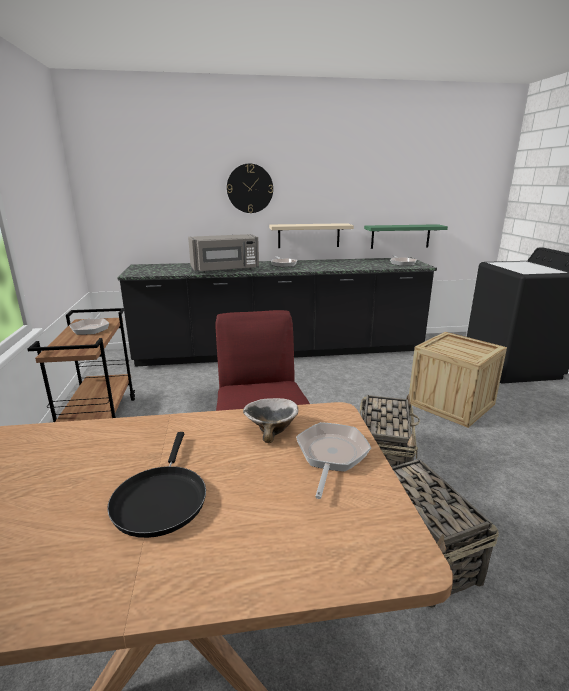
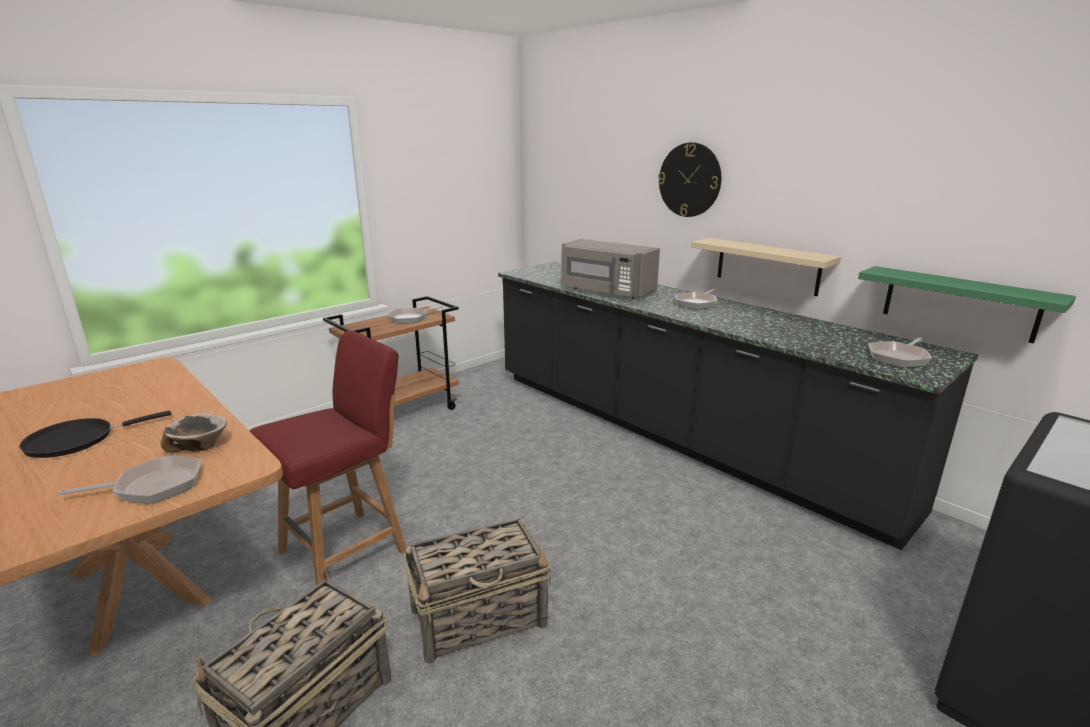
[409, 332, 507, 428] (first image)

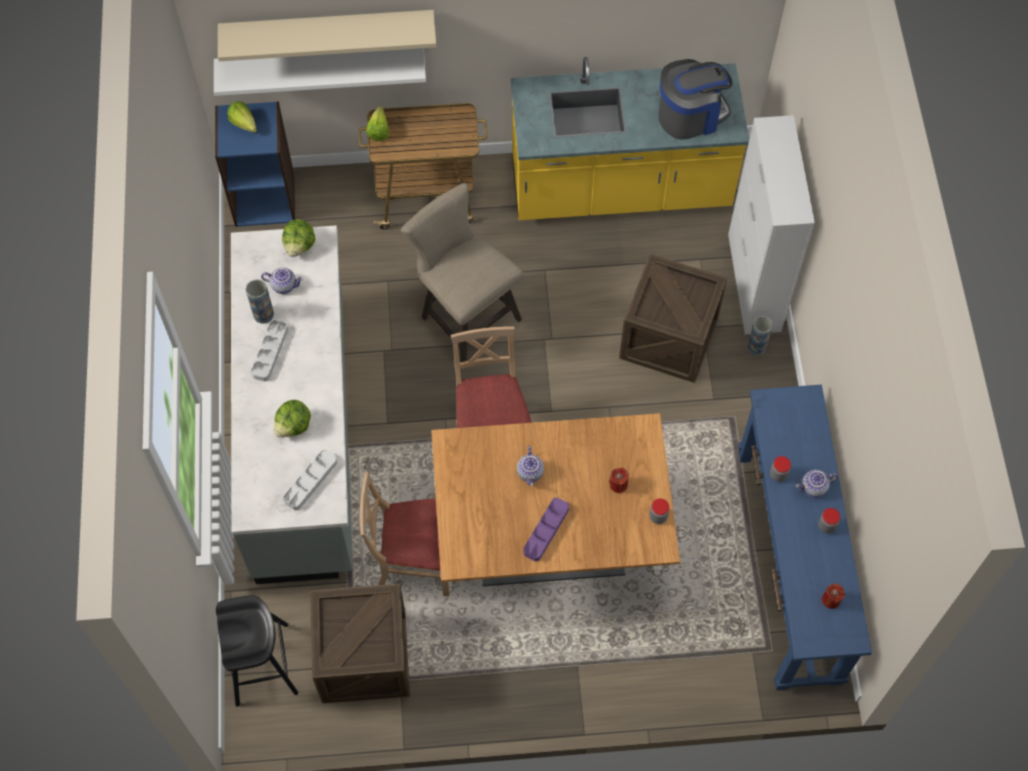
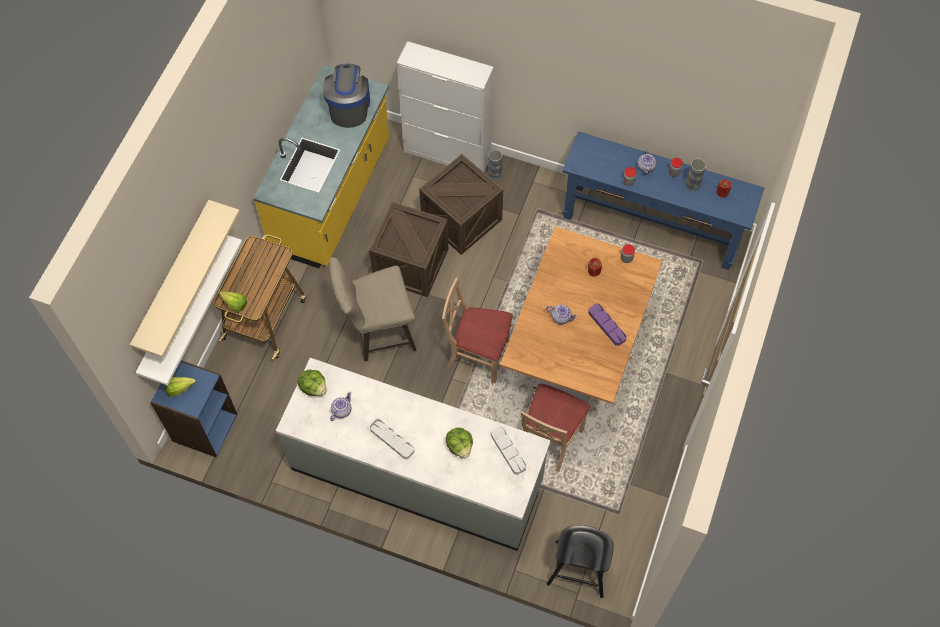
[685, 159, 706, 191]
[369, 202, 448, 297]

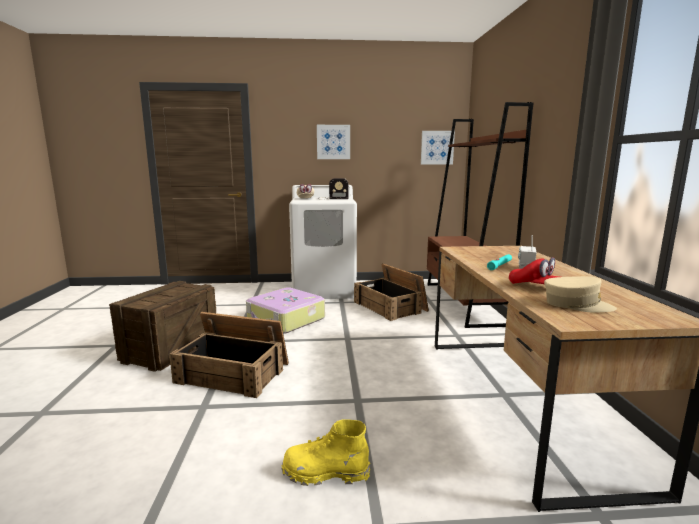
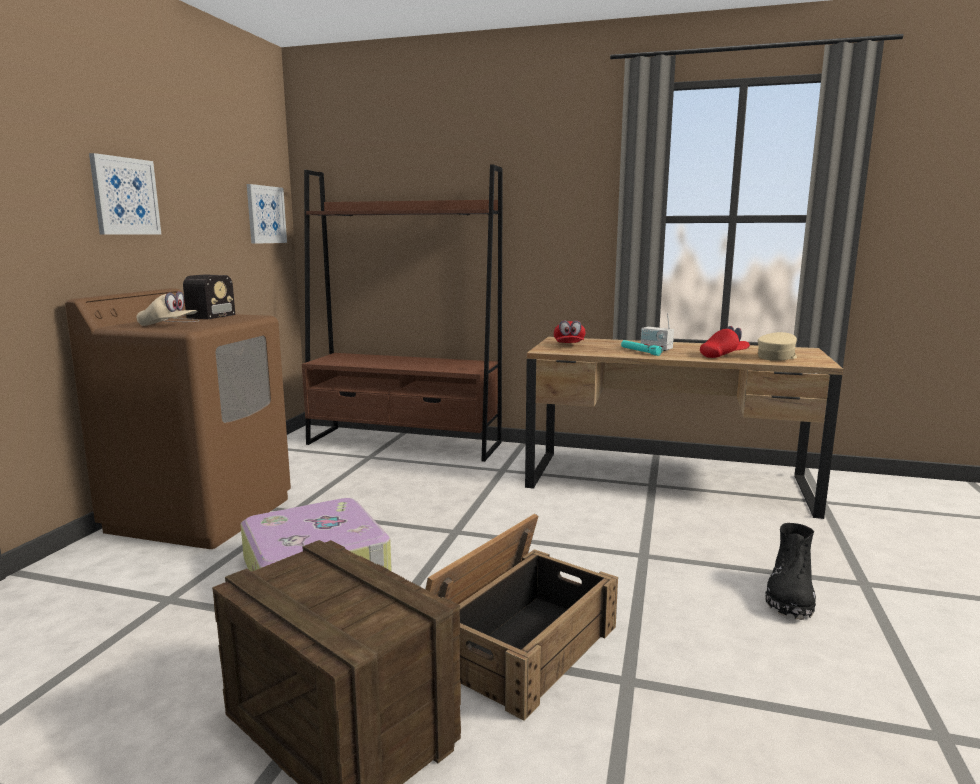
[765, 523, 816, 620]
[65, 288, 291, 549]
[354, 264, 429, 321] (first image)
[554, 320, 585, 343]

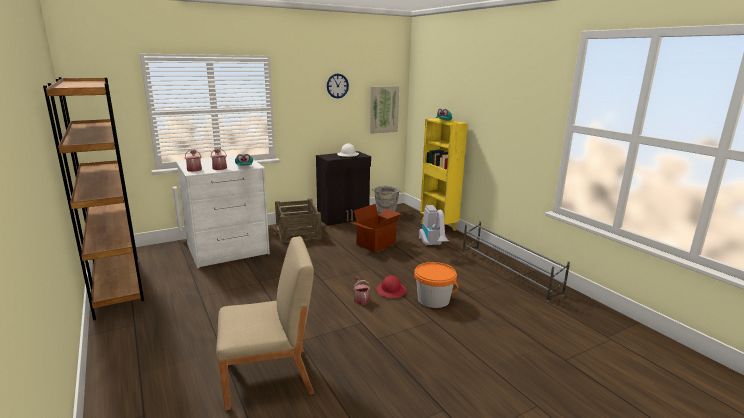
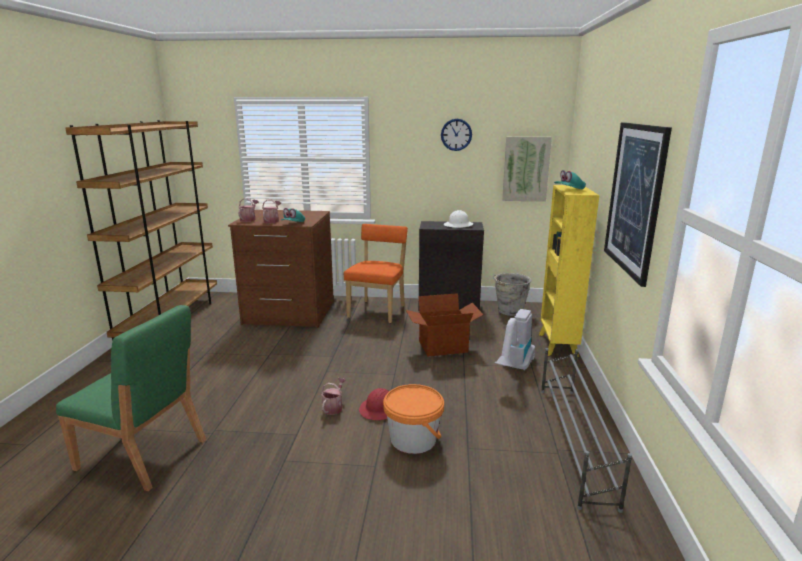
[228, 210, 334, 328]
[56, 305, 206, 491]
[344, 224, 408, 323]
[604, 122, 672, 287]

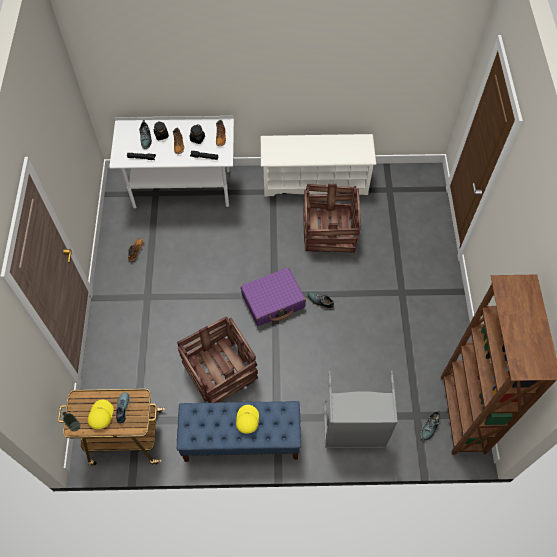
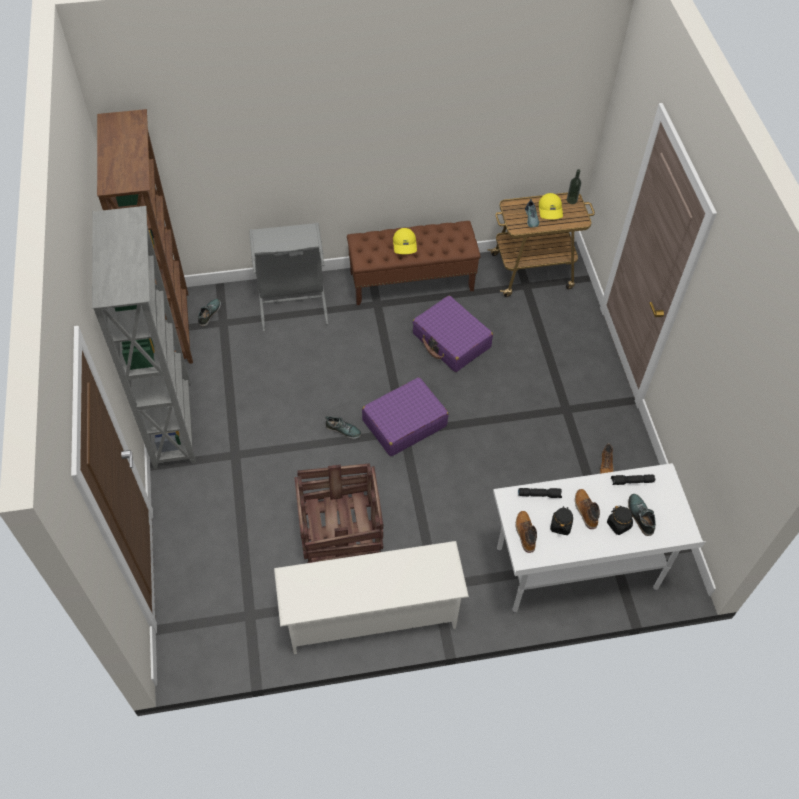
[413, 295, 493, 372]
[347, 221, 480, 305]
[92, 206, 196, 469]

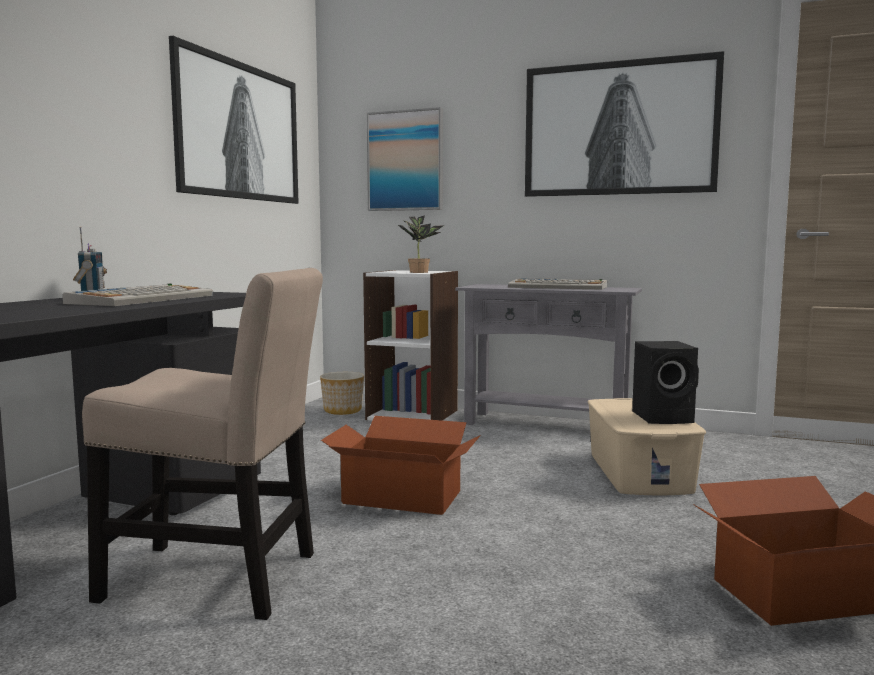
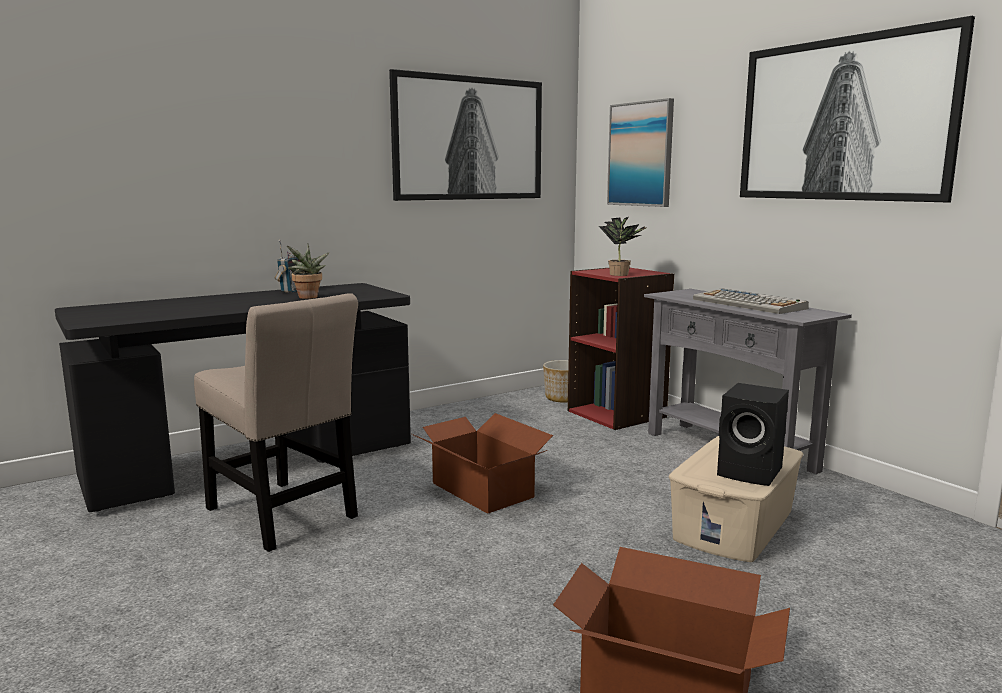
[287, 244, 329, 299]
[568, 268, 674, 430]

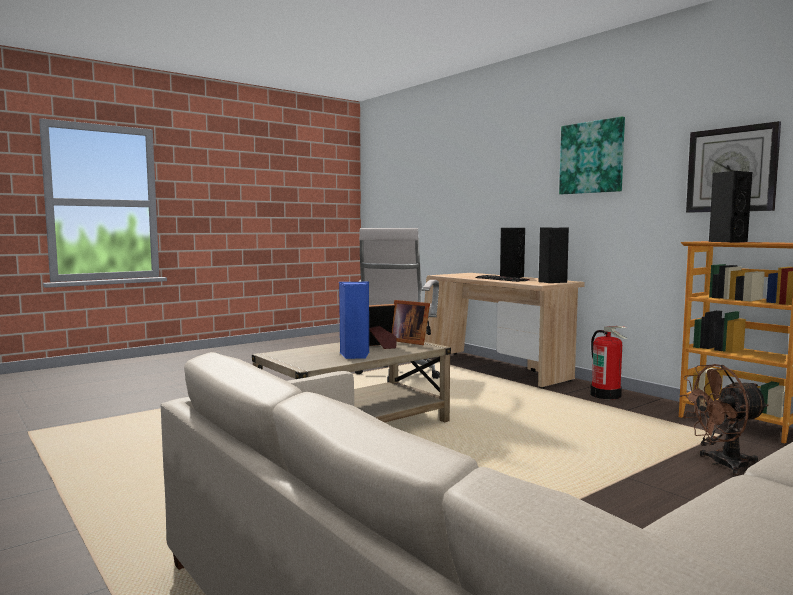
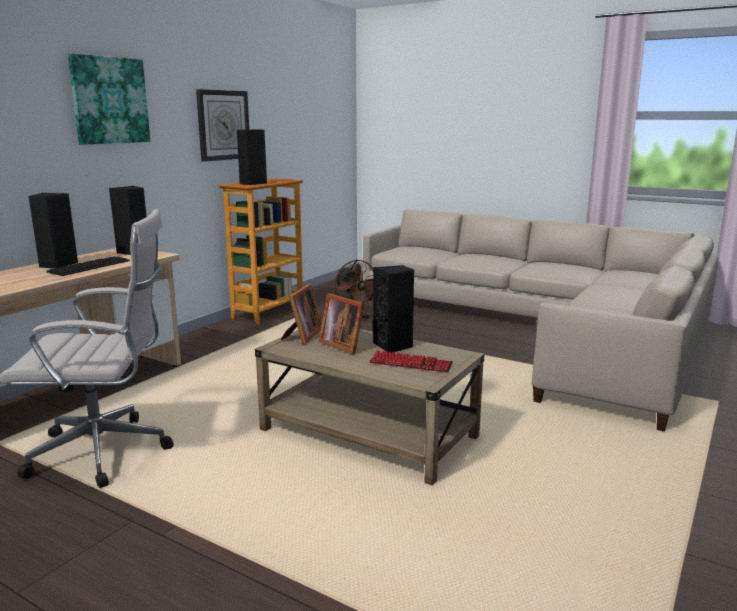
[373, 265, 414, 353]
[590, 326, 628, 400] (first image)
[369, 350, 453, 373]

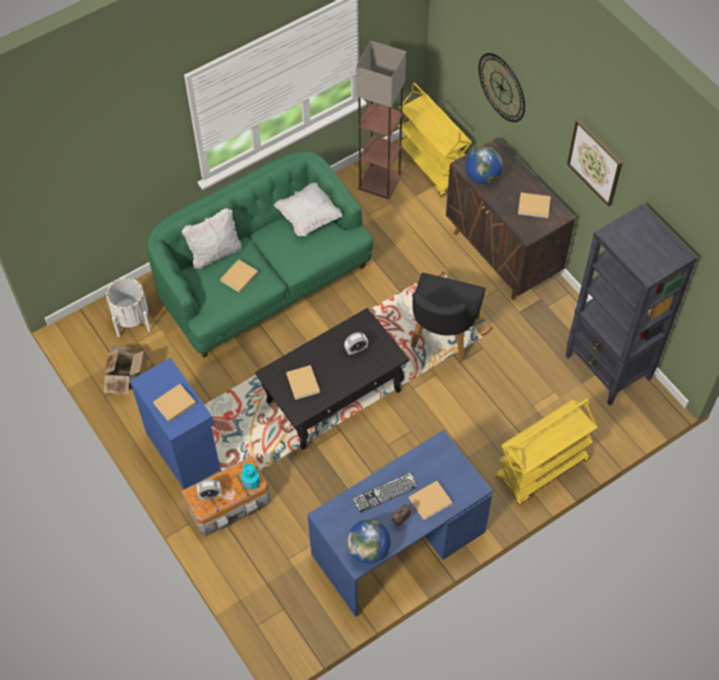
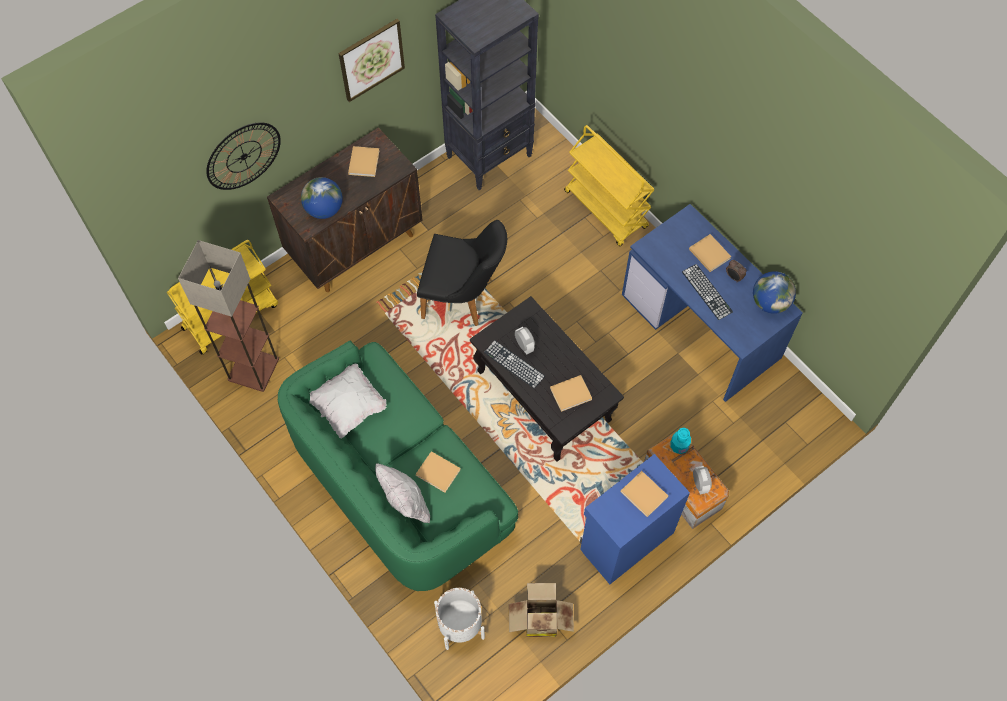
[484, 341, 545, 389]

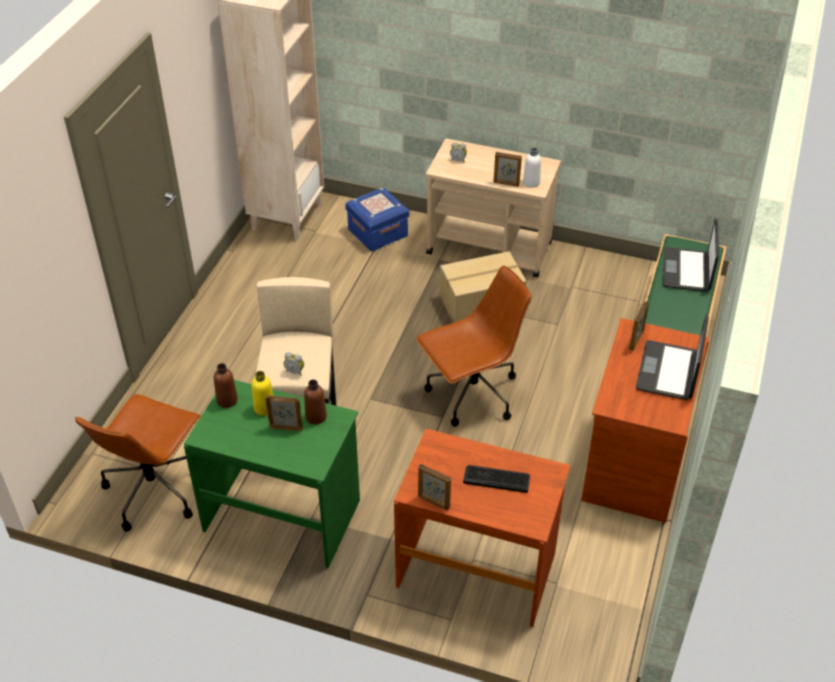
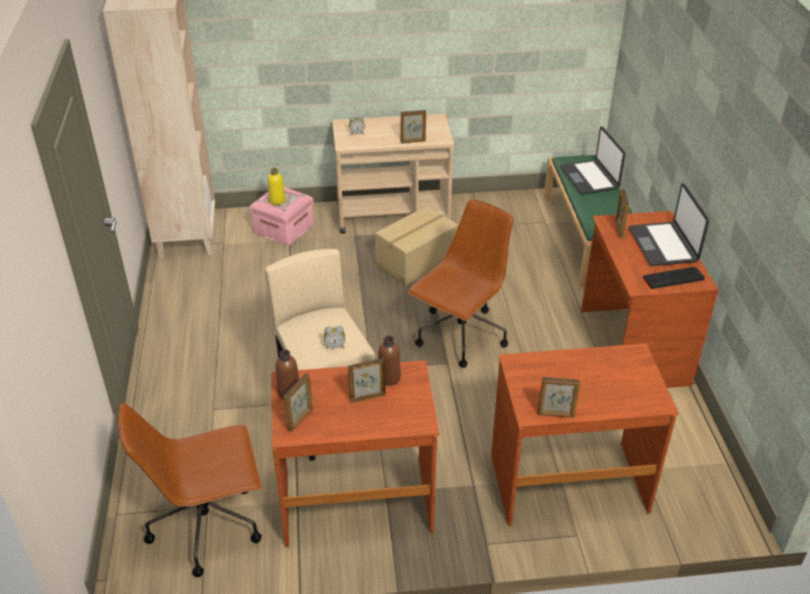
[118, 403, 262, 577]
[272, 360, 439, 547]
[268, 168, 285, 205]
[249, 187, 314, 246]
[643, 267, 705, 289]
[523, 148, 541, 188] (first image)
[283, 373, 313, 432]

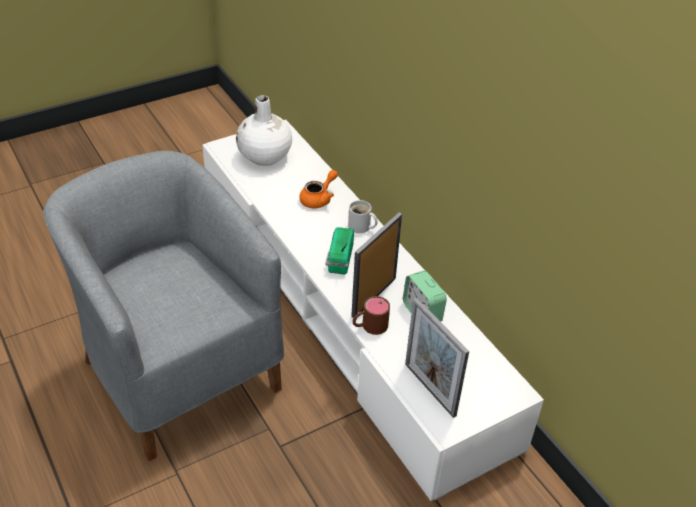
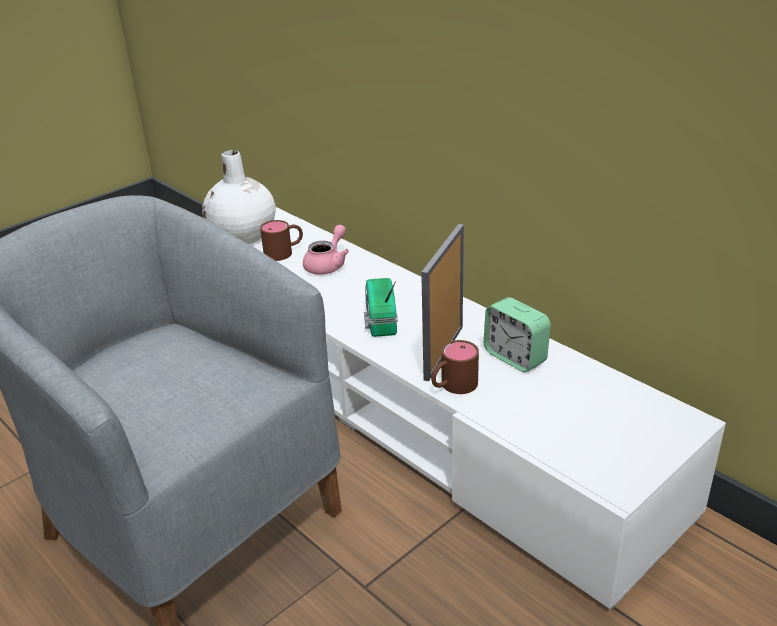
[303, 225, 349, 275]
[348, 200, 378, 233] (first image)
[405, 298, 469, 418] (first image)
[260, 220, 303, 261]

